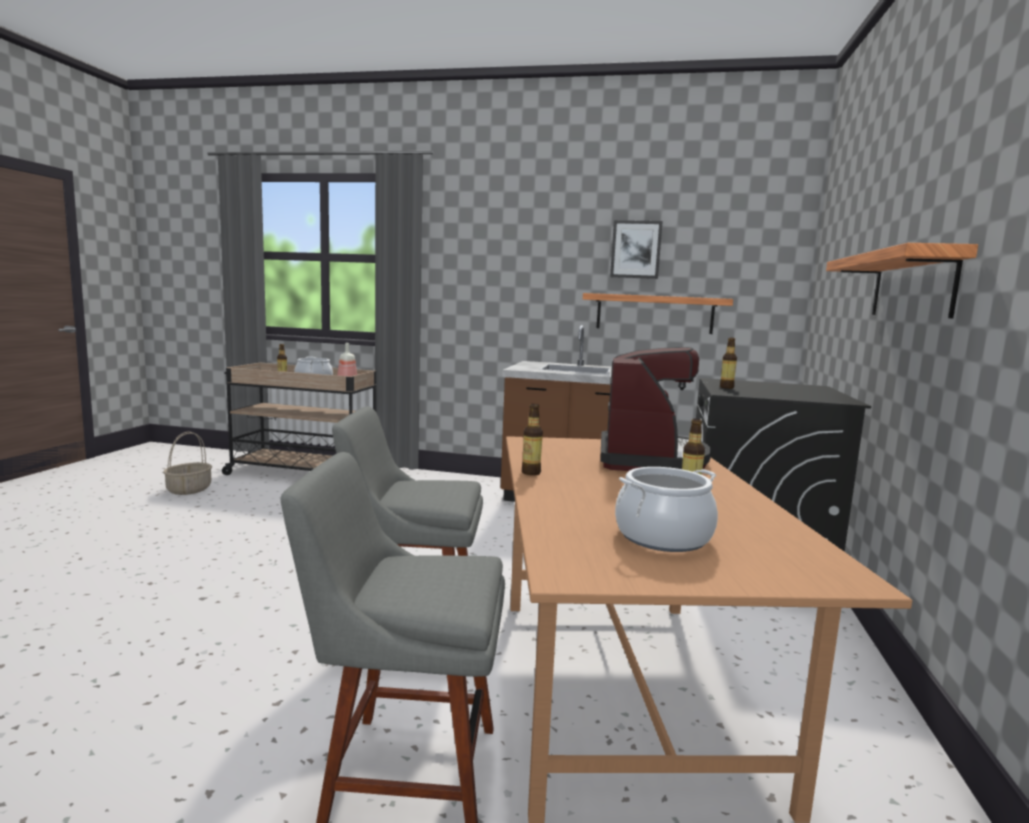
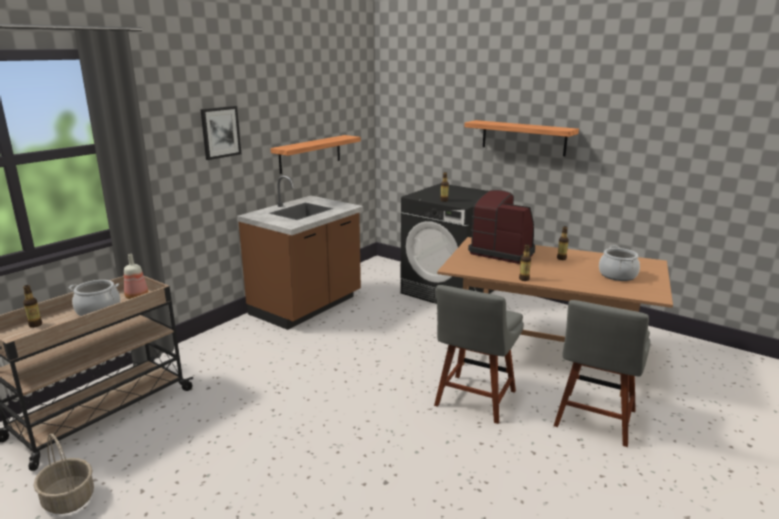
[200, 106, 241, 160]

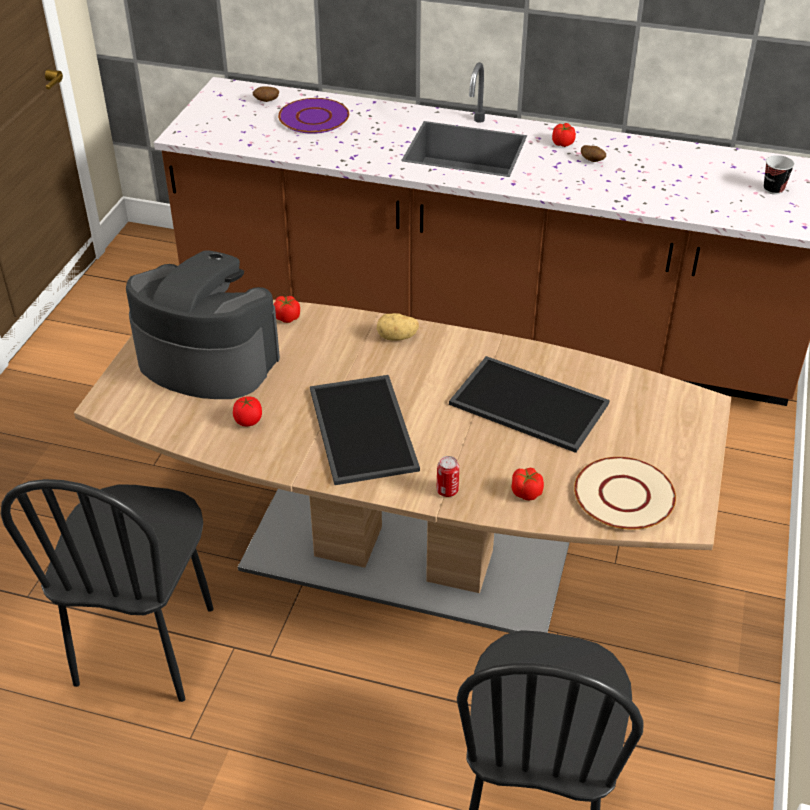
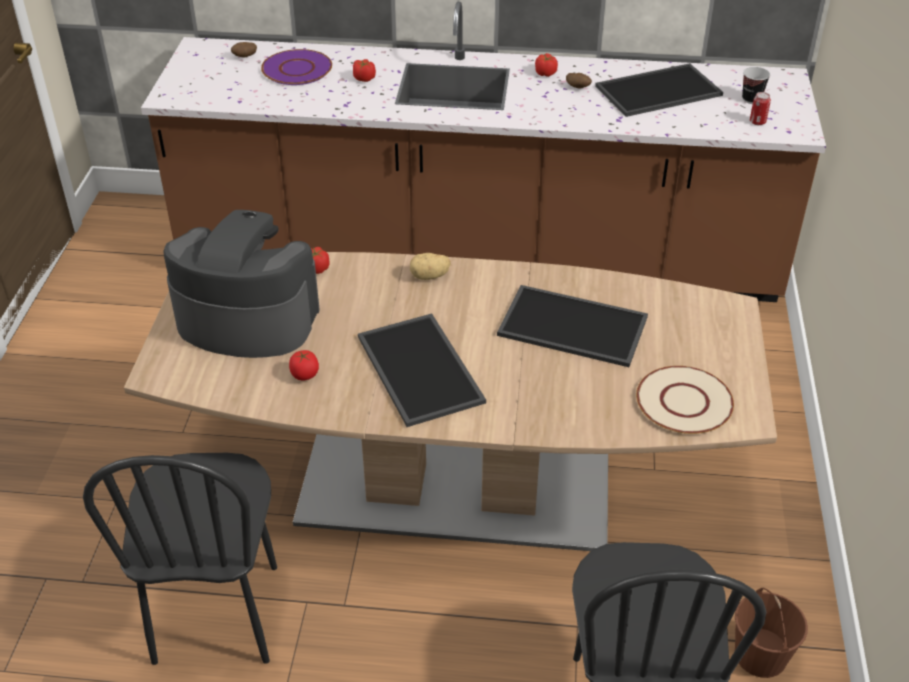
[750, 92, 771, 125]
[353, 59, 376, 82]
[595, 63, 723, 117]
[735, 588, 808, 678]

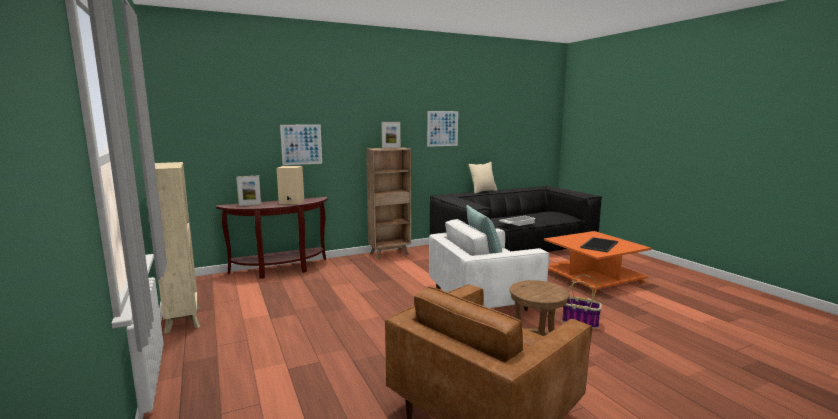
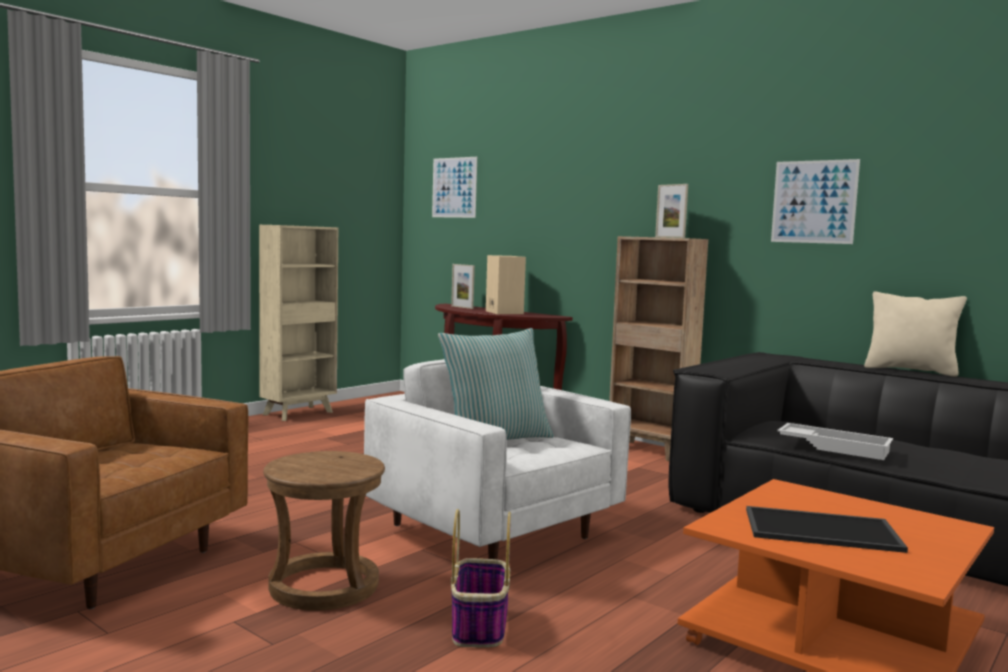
[432, 157, 477, 218]

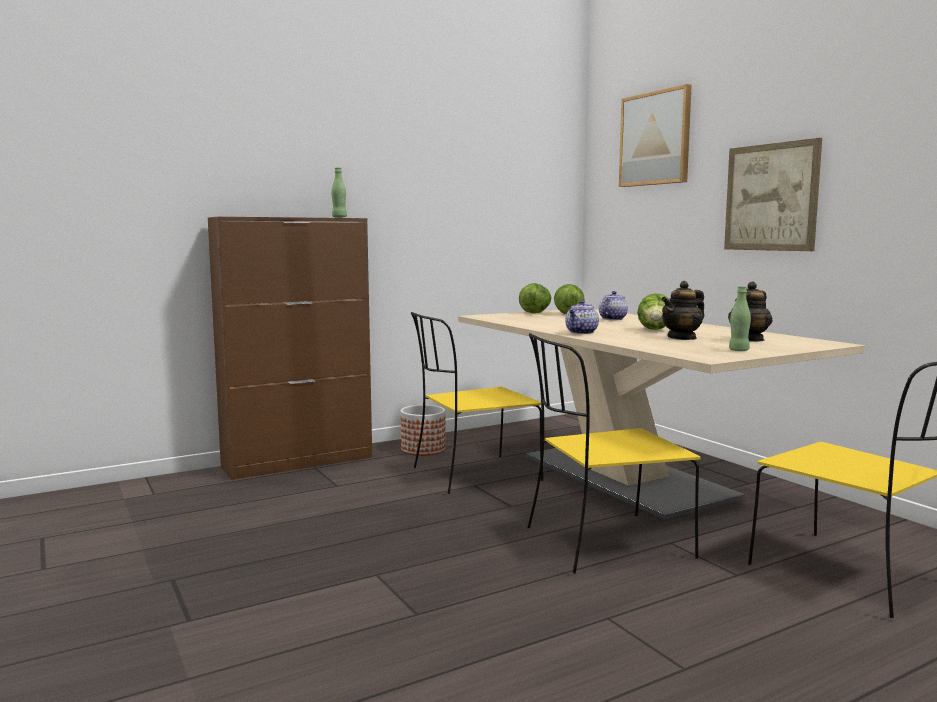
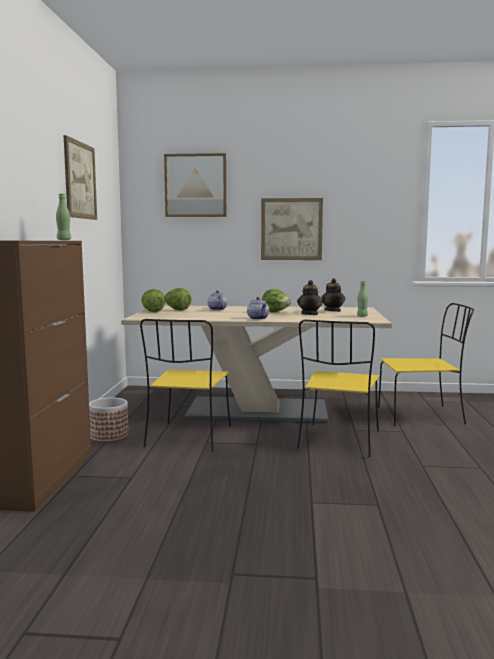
[64, 135, 97, 220]

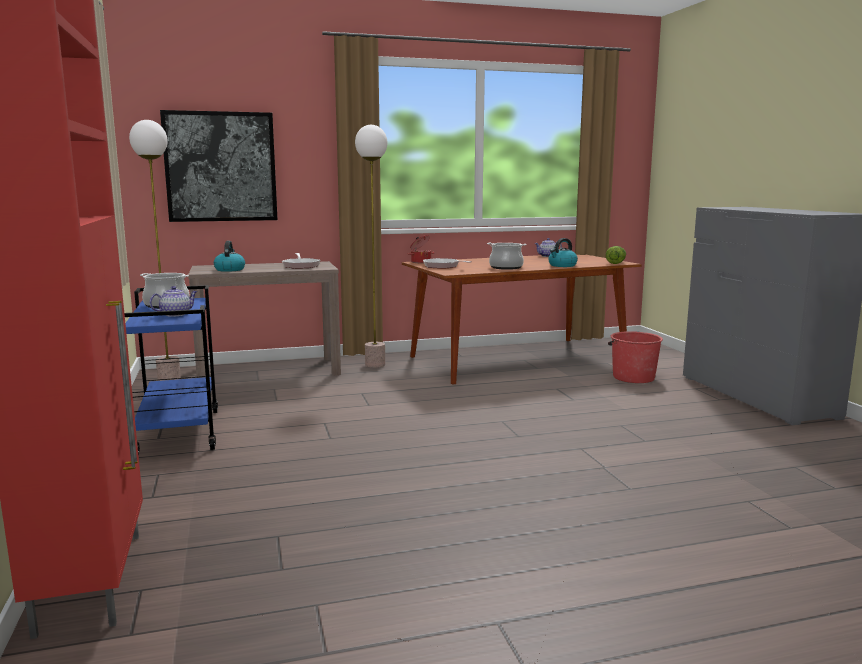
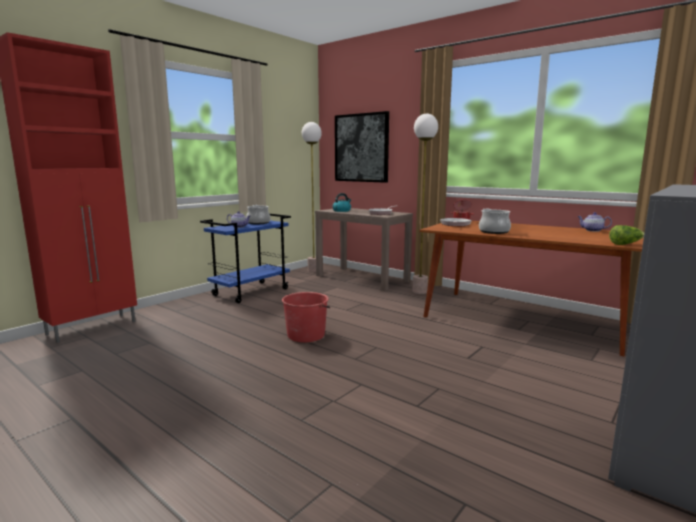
[548, 238, 578, 267] (first image)
[282, 292, 330, 342]

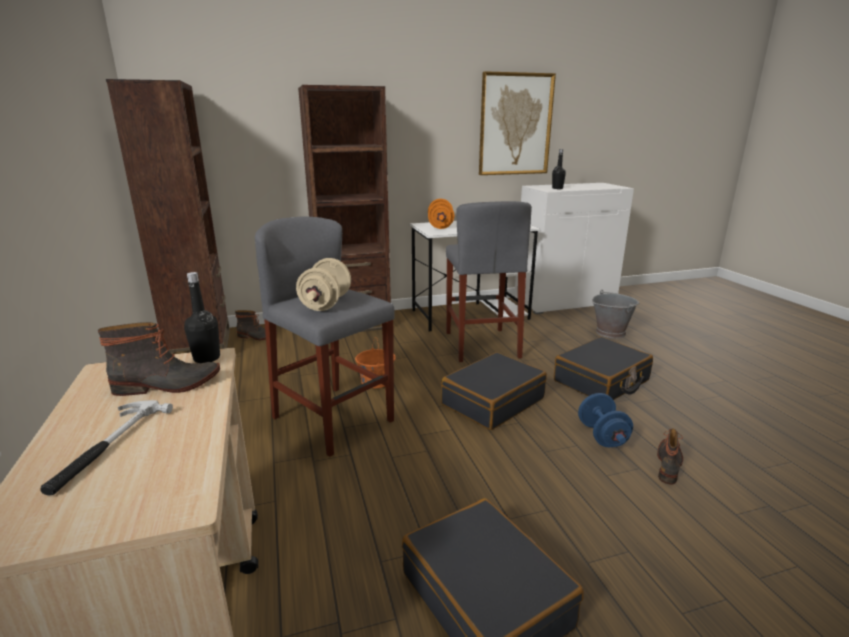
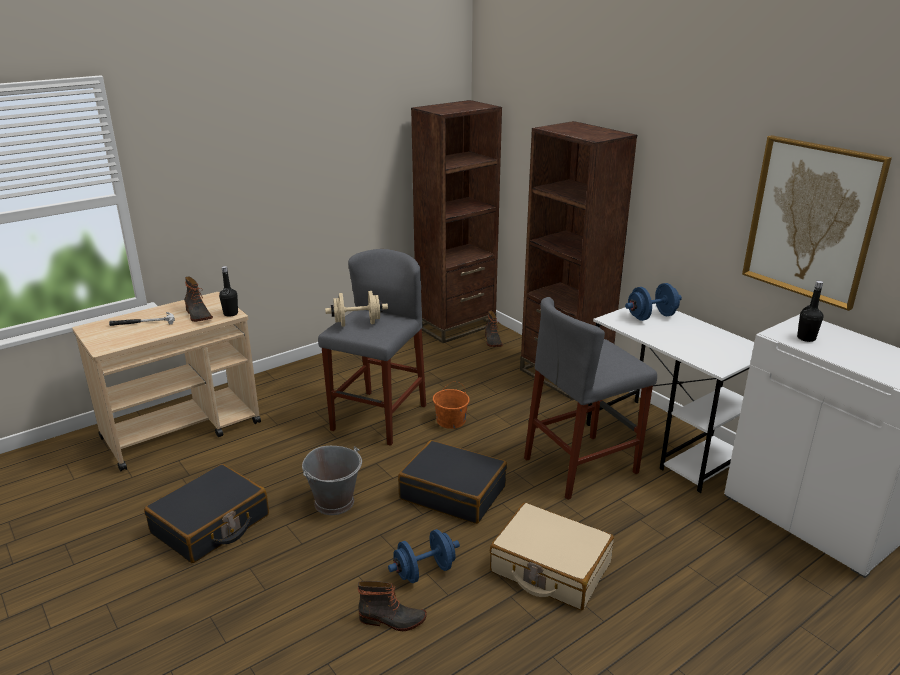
[625, 283, 682, 321]
[490, 503, 614, 610]
[302, 446, 362, 515]

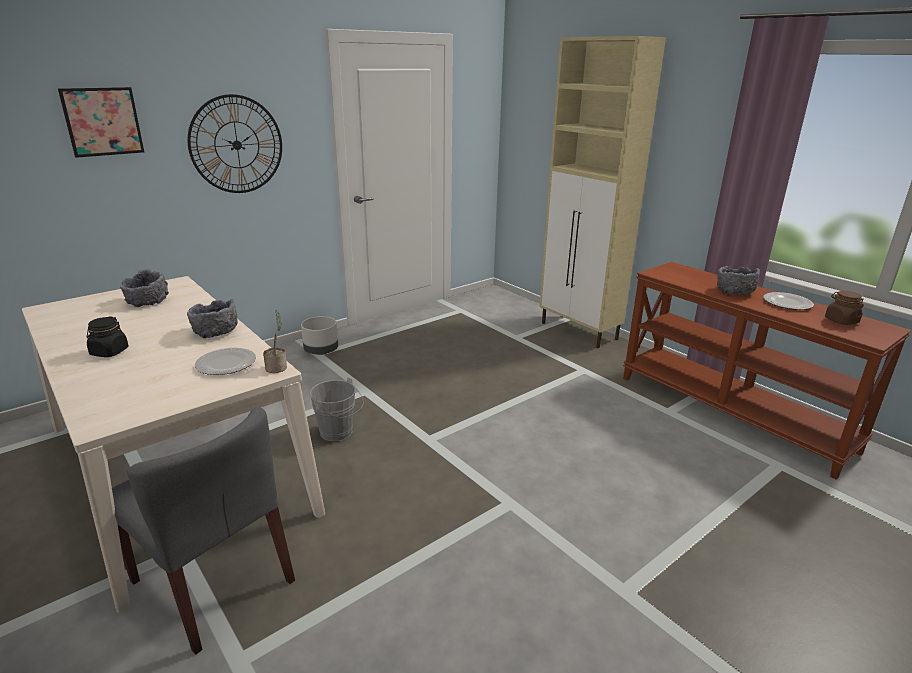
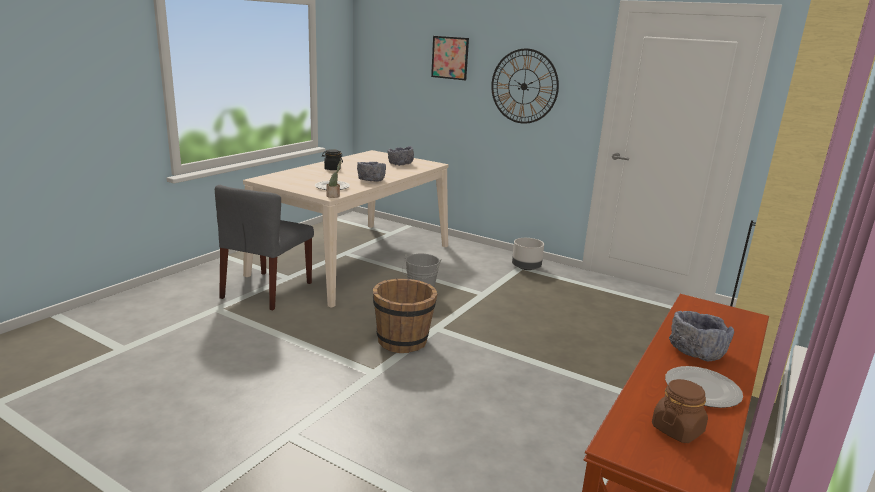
[373, 278, 437, 353]

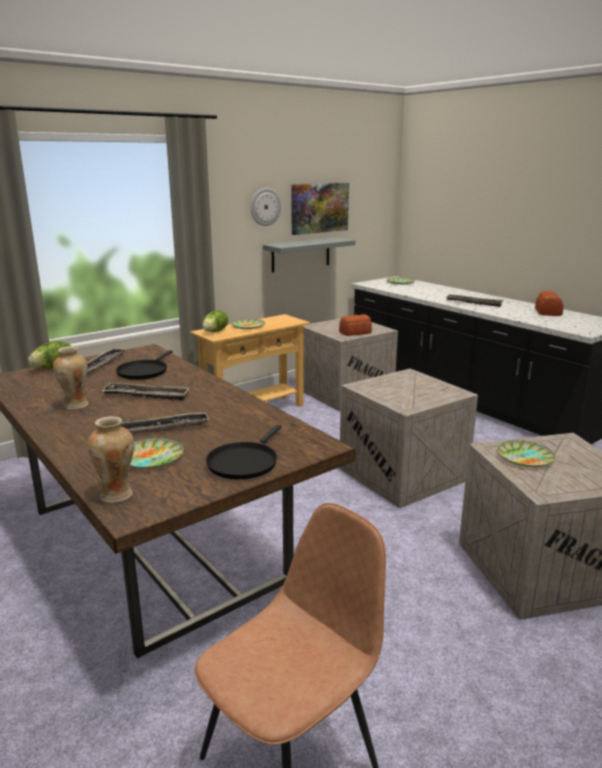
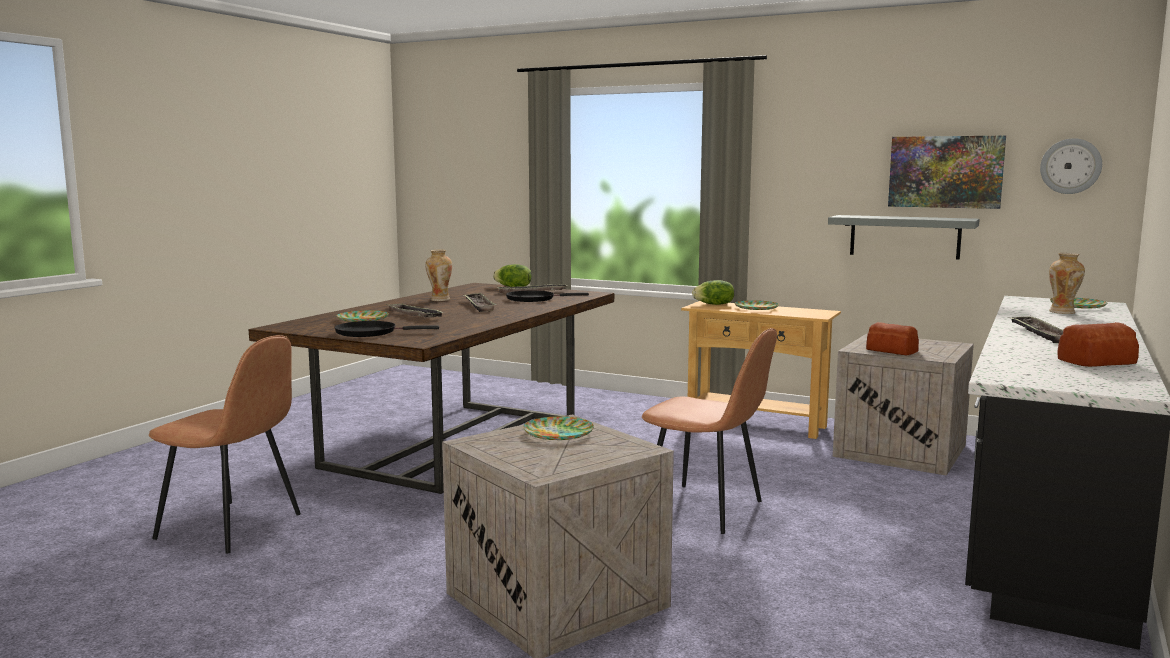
[1049, 253, 1085, 314]
[1040, 138, 1102, 194]
[642, 328, 777, 534]

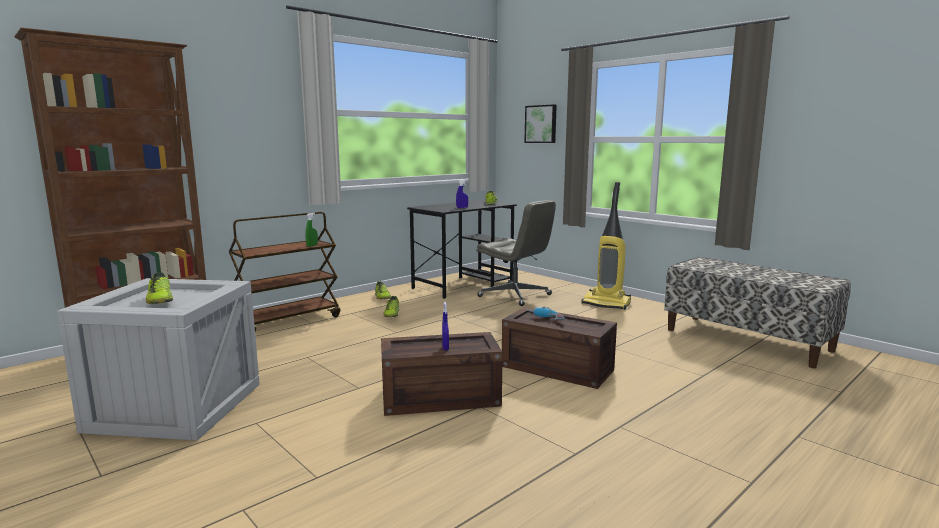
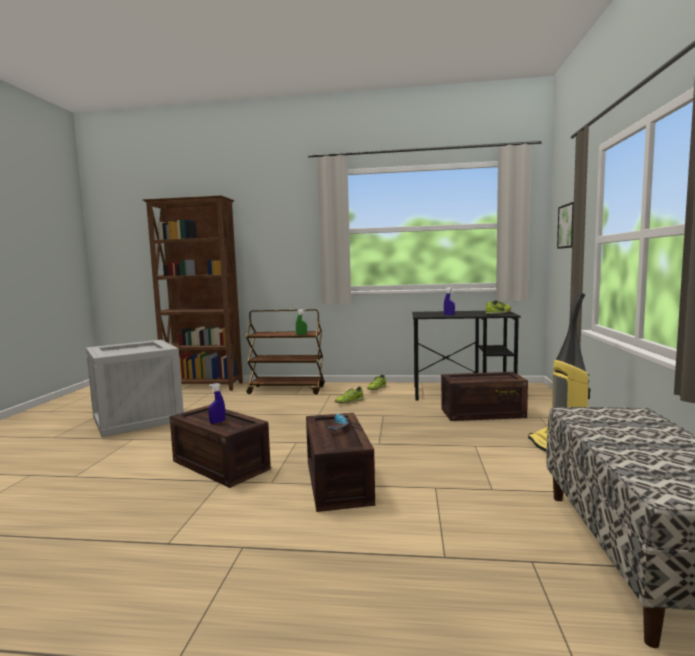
[146, 272, 173, 304] (first image)
[441, 372, 528, 421]

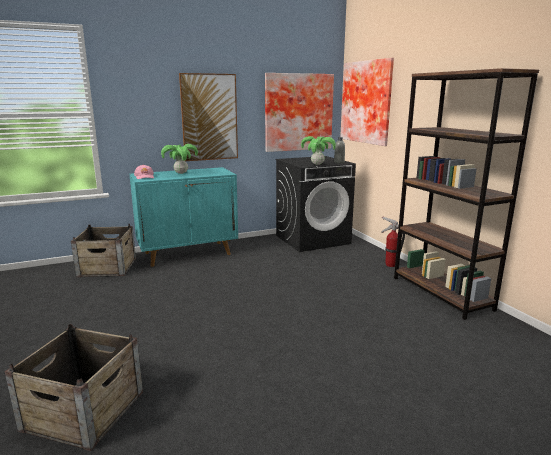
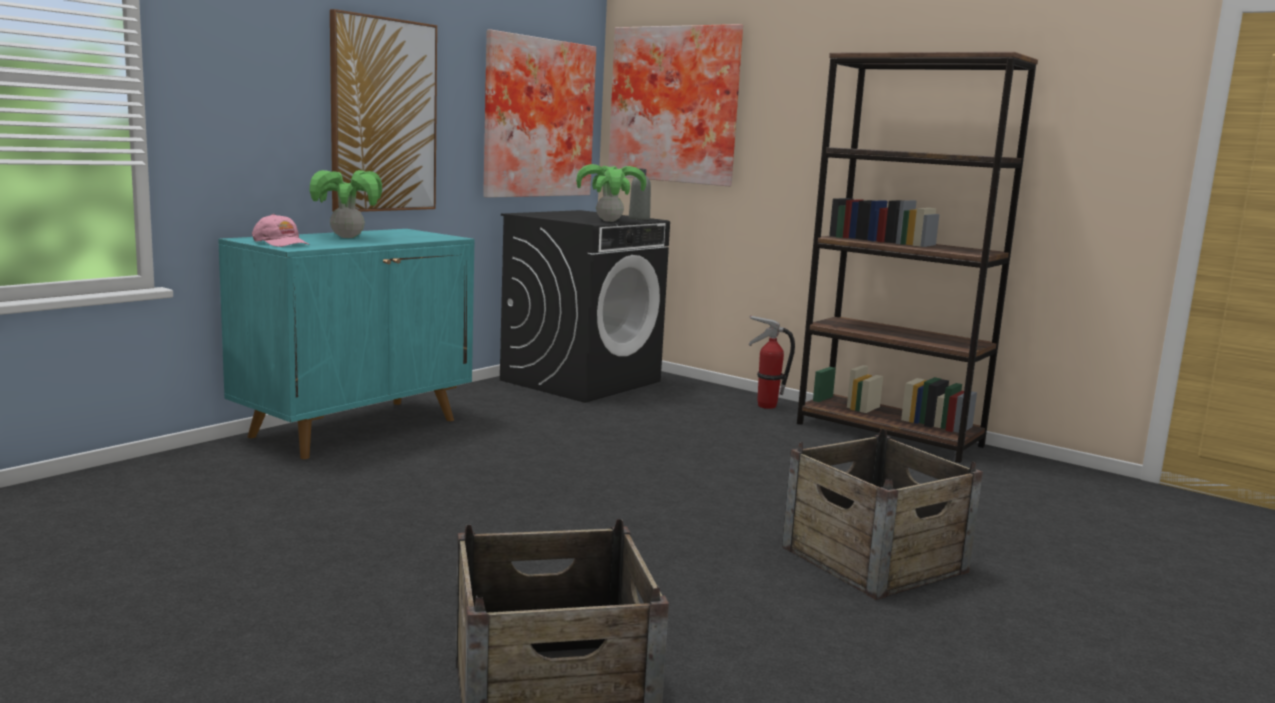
[782, 429, 983, 600]

